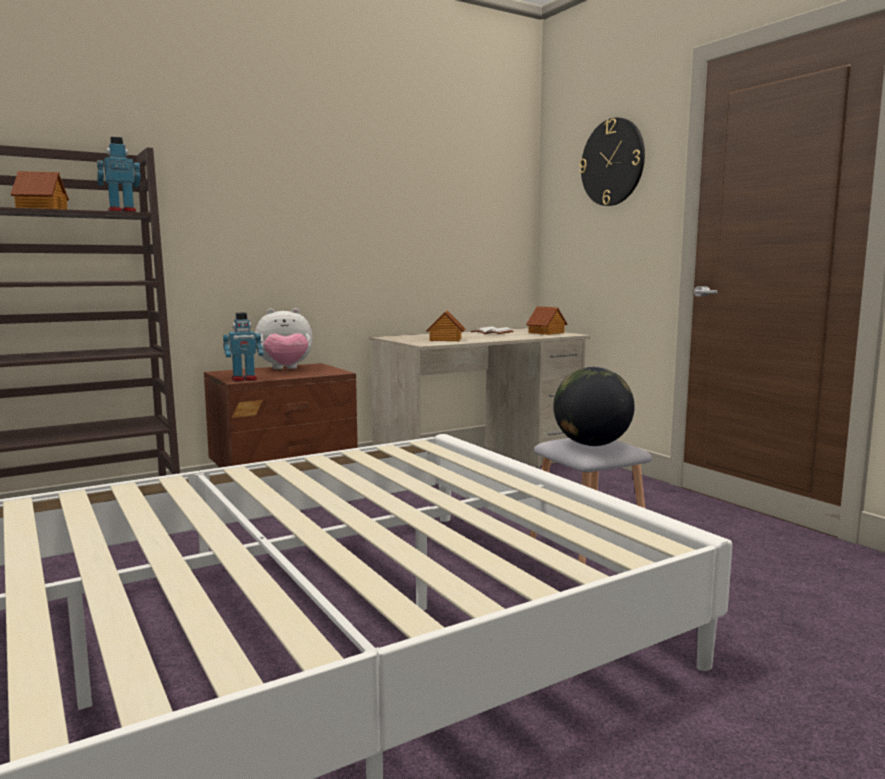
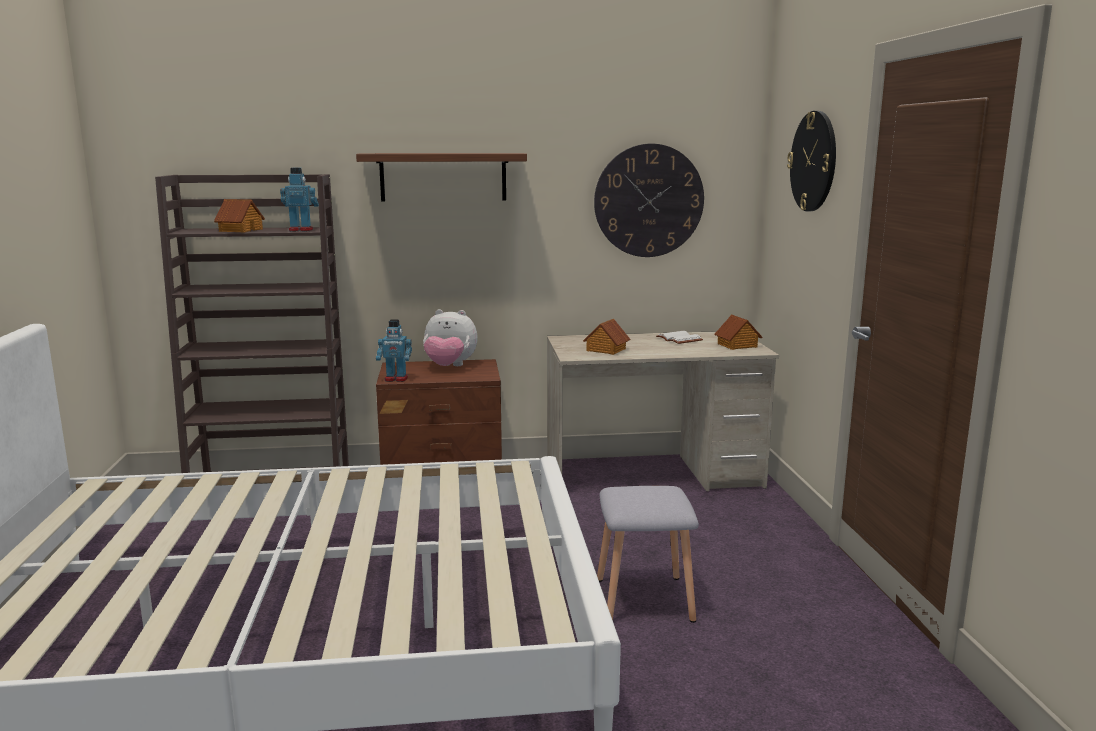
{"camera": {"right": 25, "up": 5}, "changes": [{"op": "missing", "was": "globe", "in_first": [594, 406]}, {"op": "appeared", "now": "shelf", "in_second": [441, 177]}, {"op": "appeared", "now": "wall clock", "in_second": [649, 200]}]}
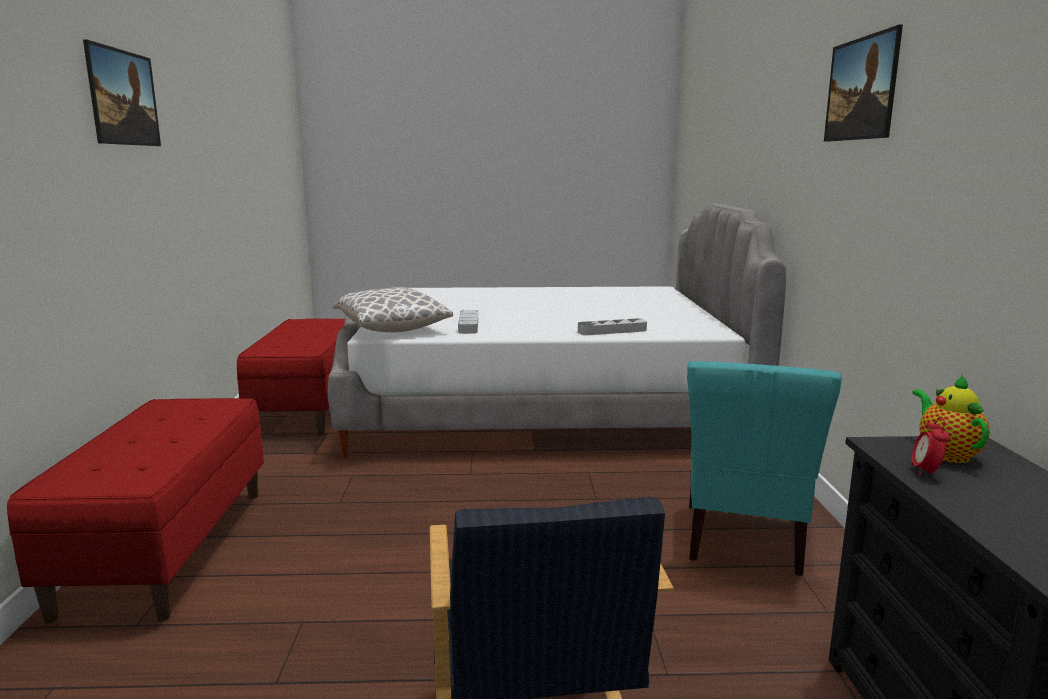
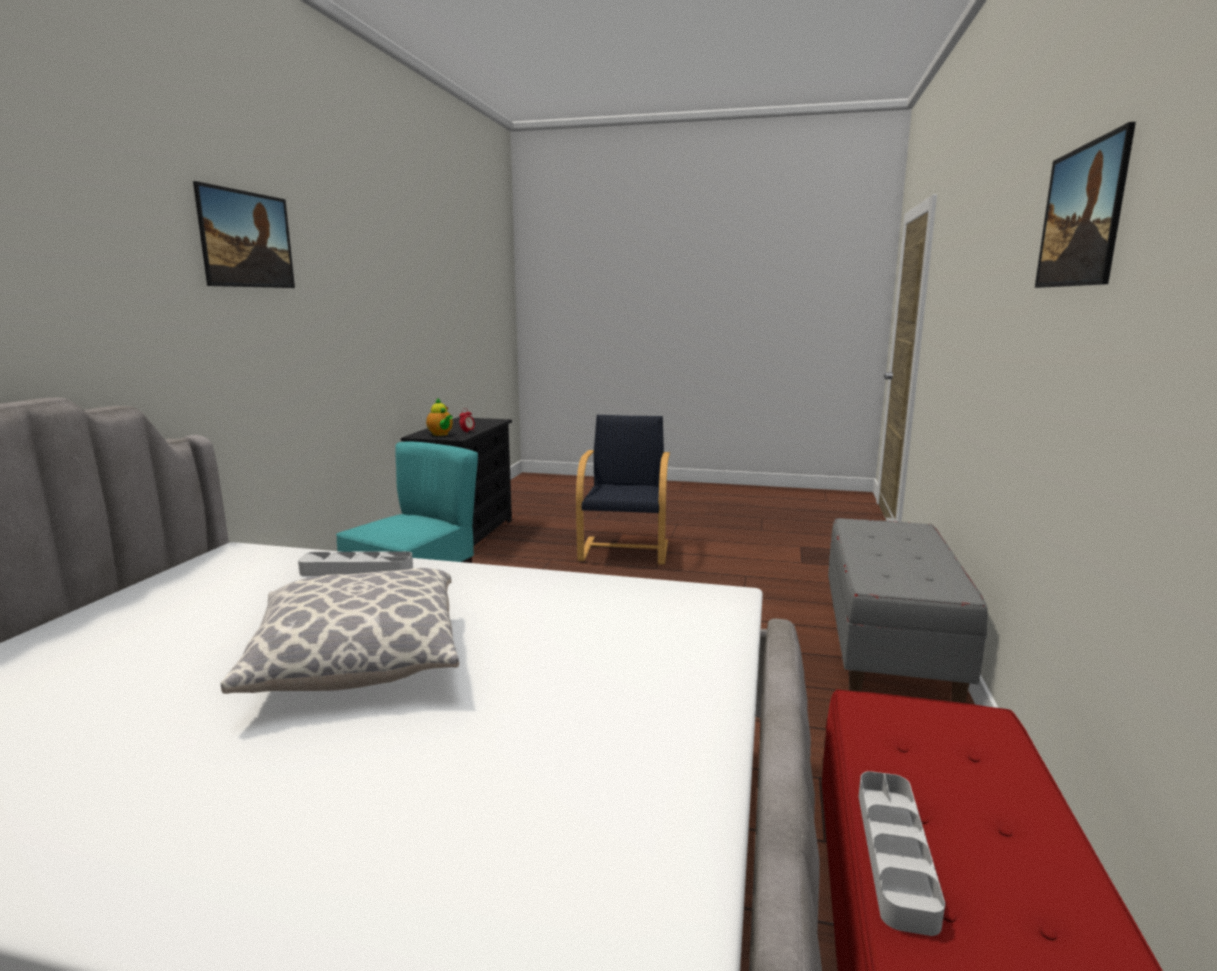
{"camera": {"right": -165, "up": 0}, "changes": [{"op": "colour", "was": "red bench", "now": "grey bench", "in_first": [135, 511], "in_second": [908, 610]}, {"op": "relocated", "was": "pillow", "in_first": [393, 309], "in_second": [340, 631]}, {"op": "relocated", "was": "grey tray", "in_first": [468, 322], "in_second": [902, 853]}, {"op": "spun", "was": "teapot", "in_first": [951, 418], "in_second": [439, 417], "clockwise": -45}]}
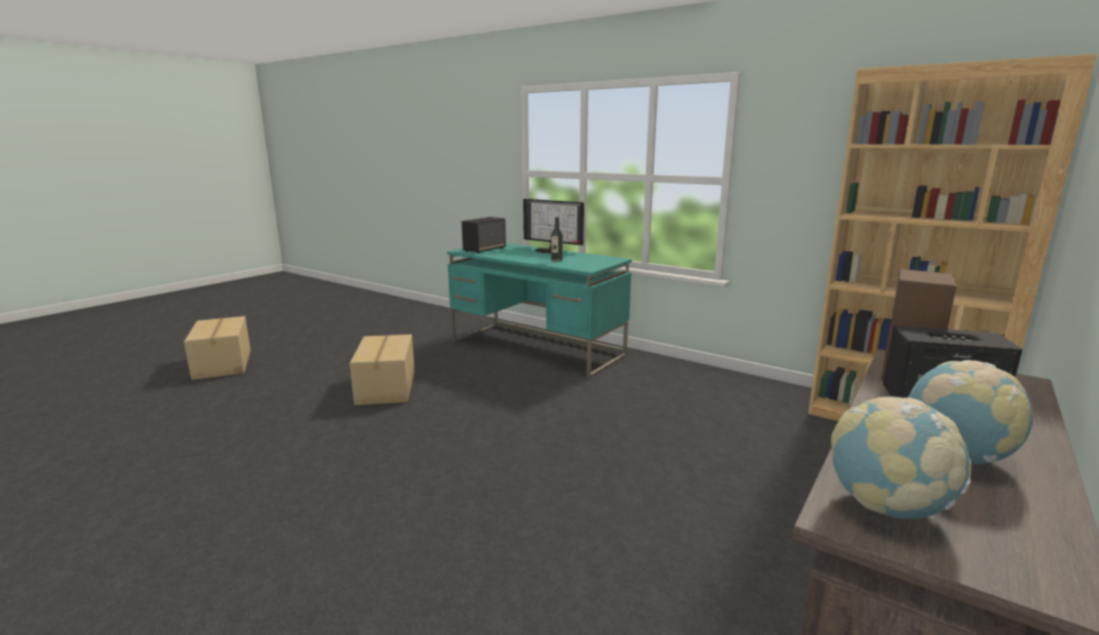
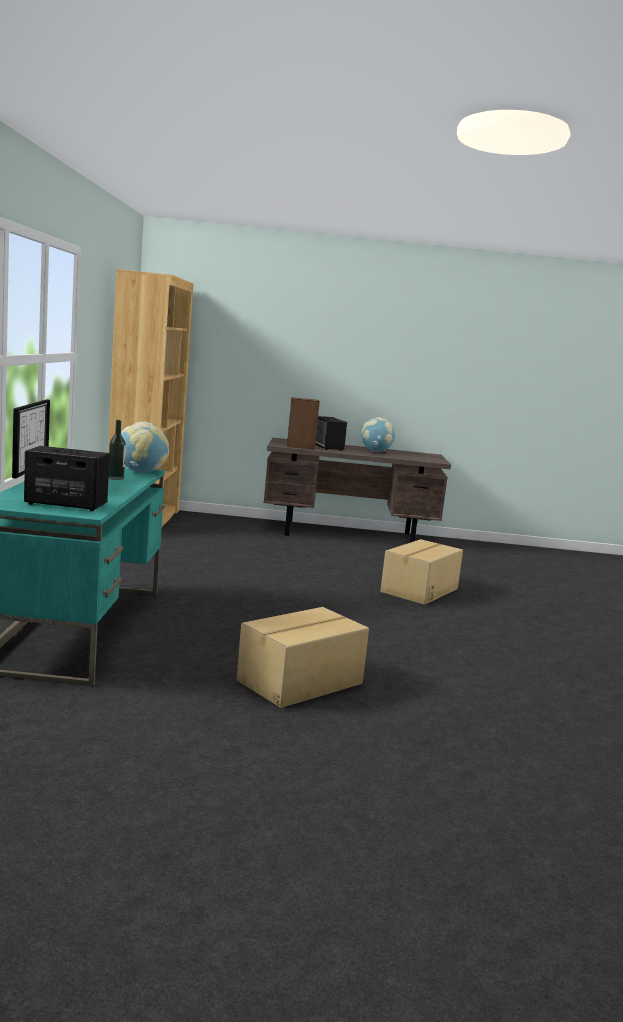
{"camera": {"right": -125, "up": -5}, "changes": [{"op": "relocated", "was": "cardboard box", "in_first": [217, 348], "in_second": [421, 572]}, {"op": "relocated", "was": "globe", "in_first": [901, 457], "in_second": [145, 447]}]}
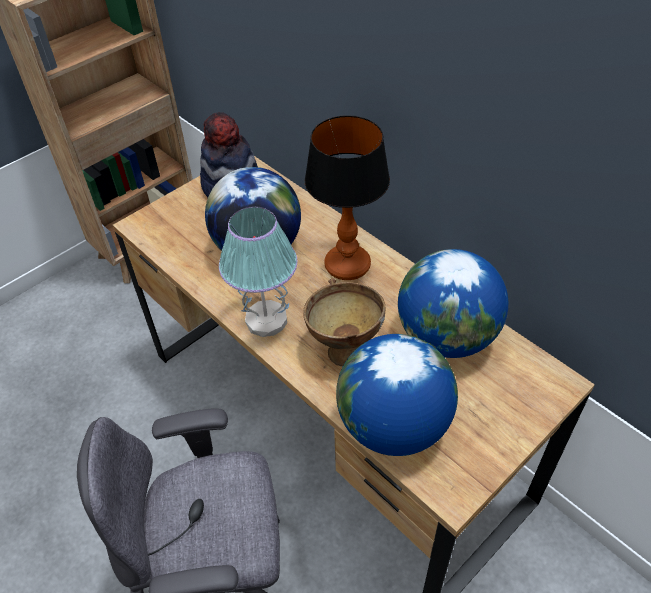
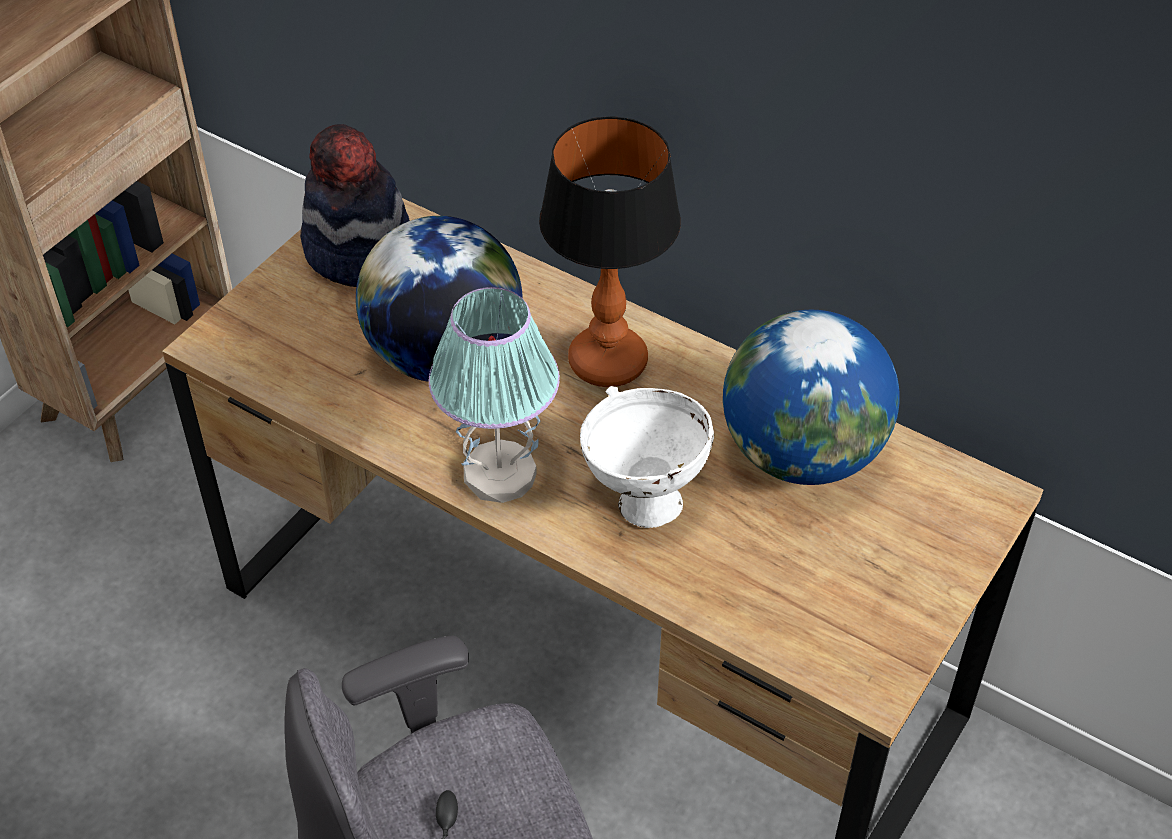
{"camera": {"right": -15, "up": 0}, "changes": [{"op": "colour", "was": "brown bowl", "now": "white bowl", "in_first": [344, 322], "in_second": [647, 457]}, {"op": "missing", "was": "globe", "in_first": [397, 395]}]}
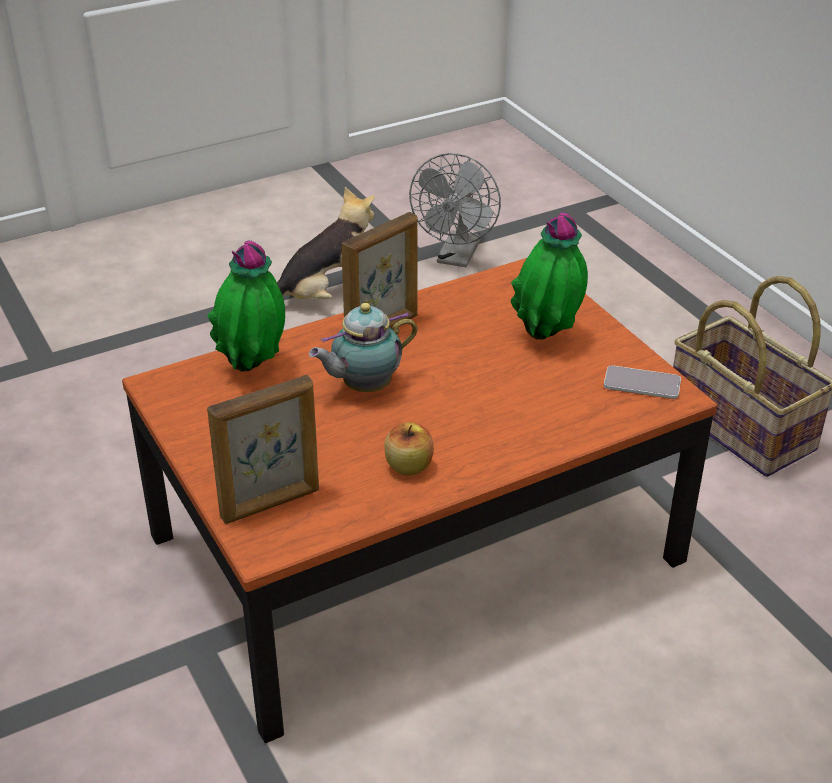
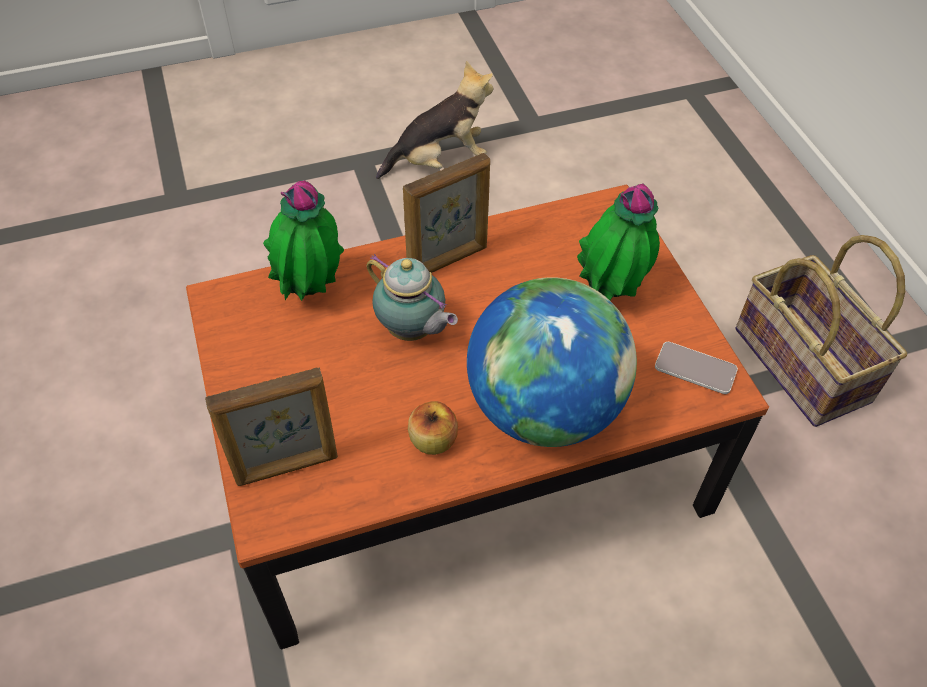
{"camera": {"right": 10, "up": 15}, "changes": [{"op": "spun", "was": "teapot", "in_first": [363, 347], "in_second": [412, 297], "clockwise": -120}, {"op": "missing", "was": "grey fan", "in_first": [455, 210]}, {"op": "appeared", "now": "globe", "in_second": [552, 362]}]}
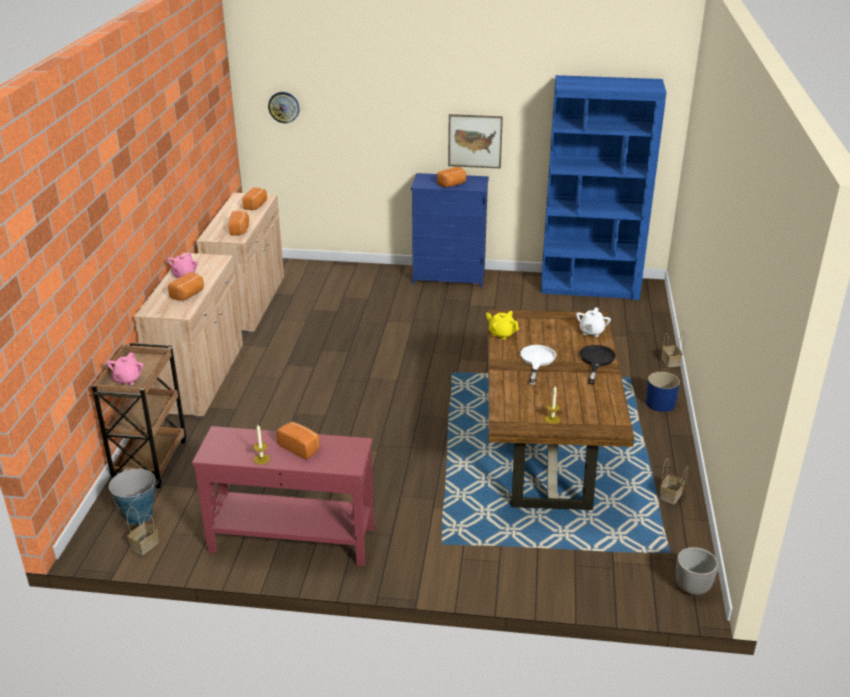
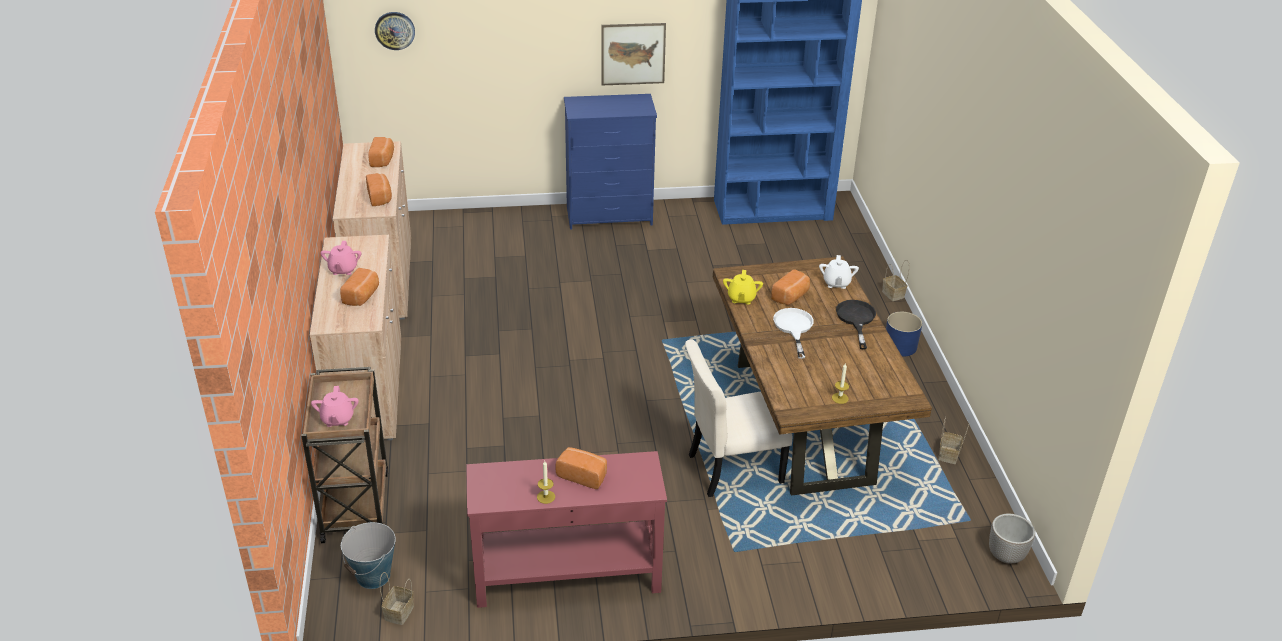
{"camera": {"right": -15, "up": 5}, "changes": [{"op": "relocated", "was": "bread", "in_first": [451, 177], "in_second": [790, 287]}, {"op": "spun", "was": "yellow teapot", "in_first": [502, 325], "in_second": [743, 287], "clockwise": -105}, {"op": "appeared", "now": "beige chair", "in_second": [738, 418]}]}
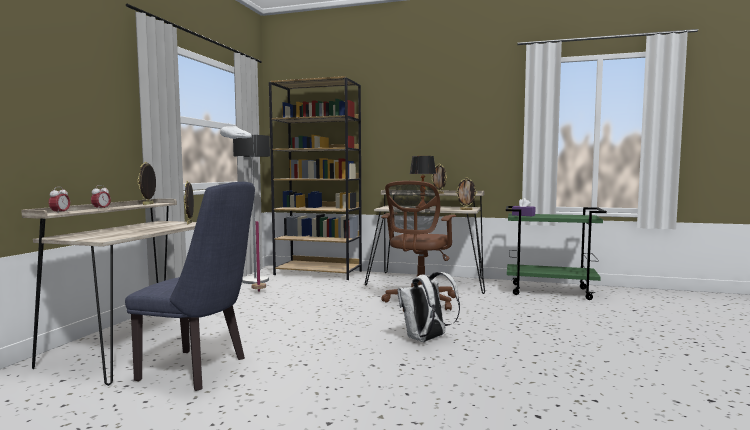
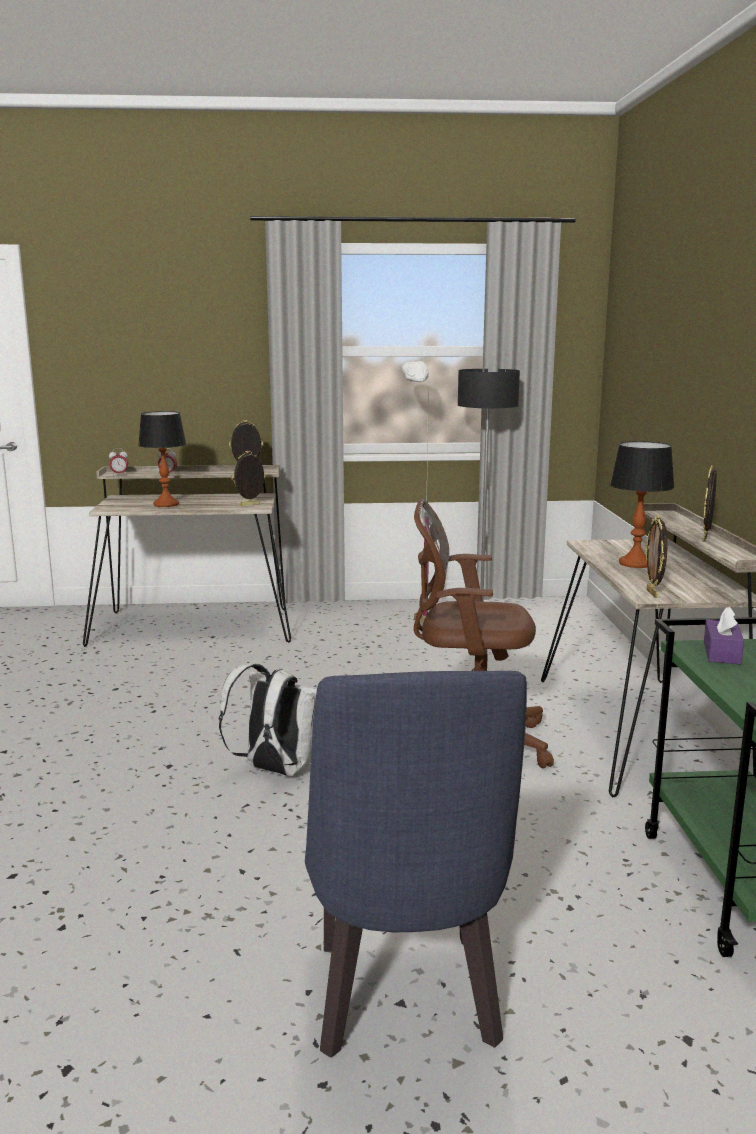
{"camera": {"right": 70, "up": 10}, "changes": [{"op": "relocated", "was": "blue chair", "in_first": [190, 286], "in_second": [416, 864]}, {"op": "missing", "was": "brown bookcase", "in_first": [315, 178]}, {"op": "appeared", "now": "table lamp", "in_second": [162, 459]}]}
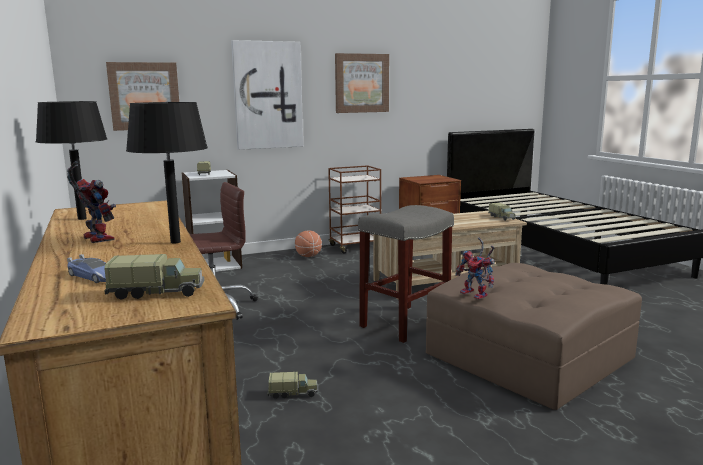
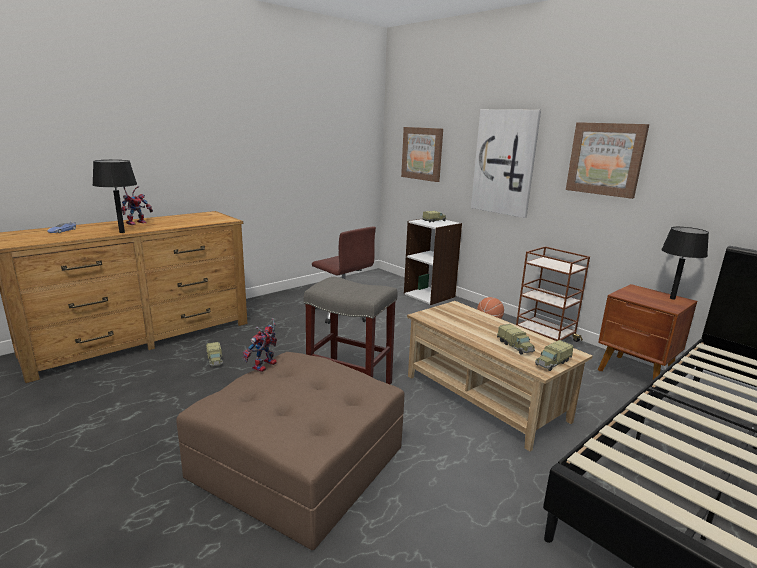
{"camera": {"right": 70, "up": 5}, "changes": [{"op": "relocated", "was": "black table lamp", "in_first": [71, 160], "in_second": [685, 263]}, {"op": "relocated", "was": "toy truck", "in_first": [154, 277], "in_second": [516, 339]}]}
